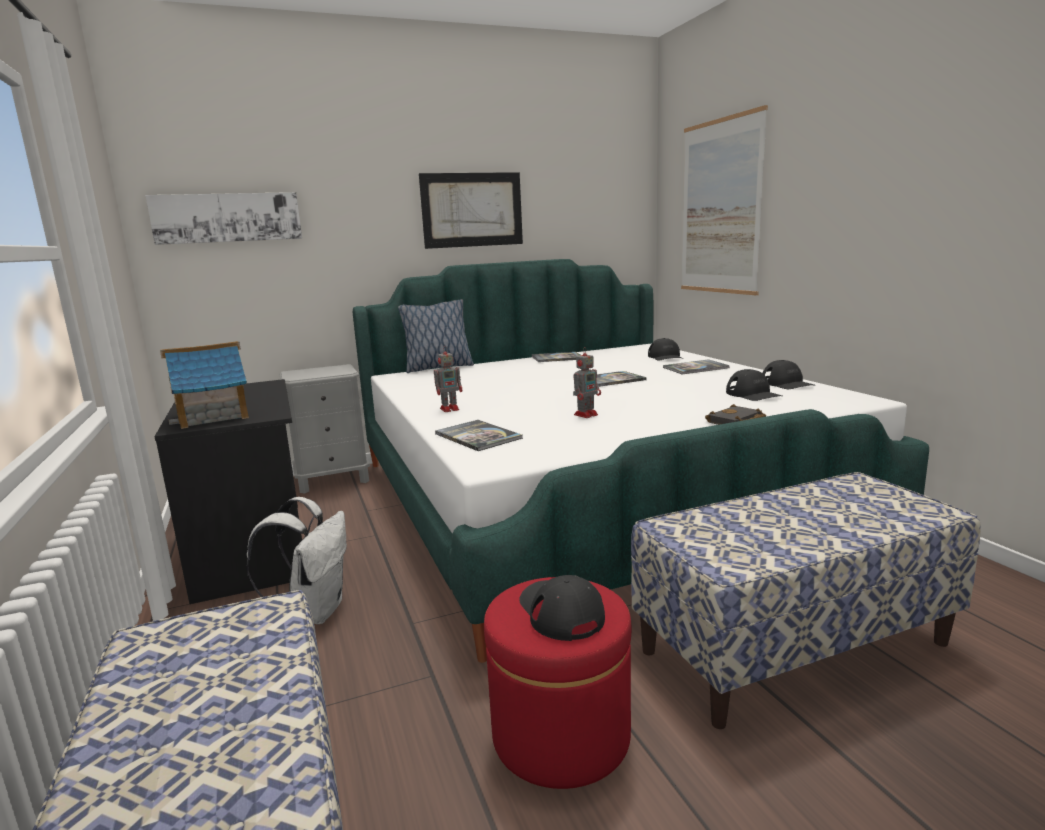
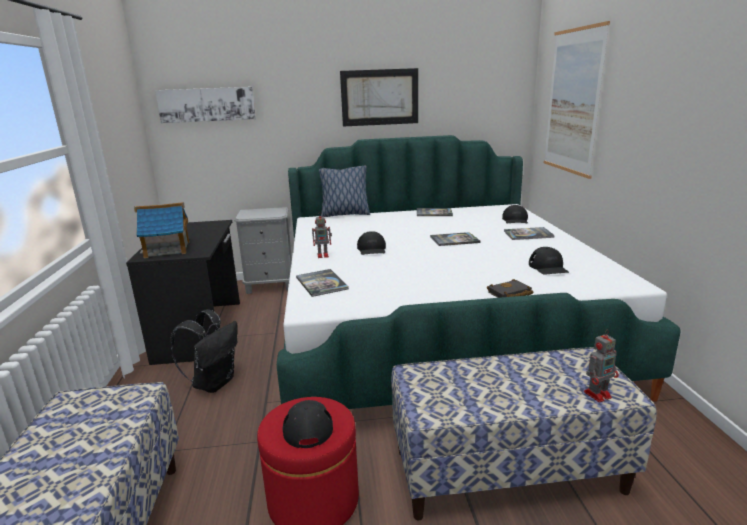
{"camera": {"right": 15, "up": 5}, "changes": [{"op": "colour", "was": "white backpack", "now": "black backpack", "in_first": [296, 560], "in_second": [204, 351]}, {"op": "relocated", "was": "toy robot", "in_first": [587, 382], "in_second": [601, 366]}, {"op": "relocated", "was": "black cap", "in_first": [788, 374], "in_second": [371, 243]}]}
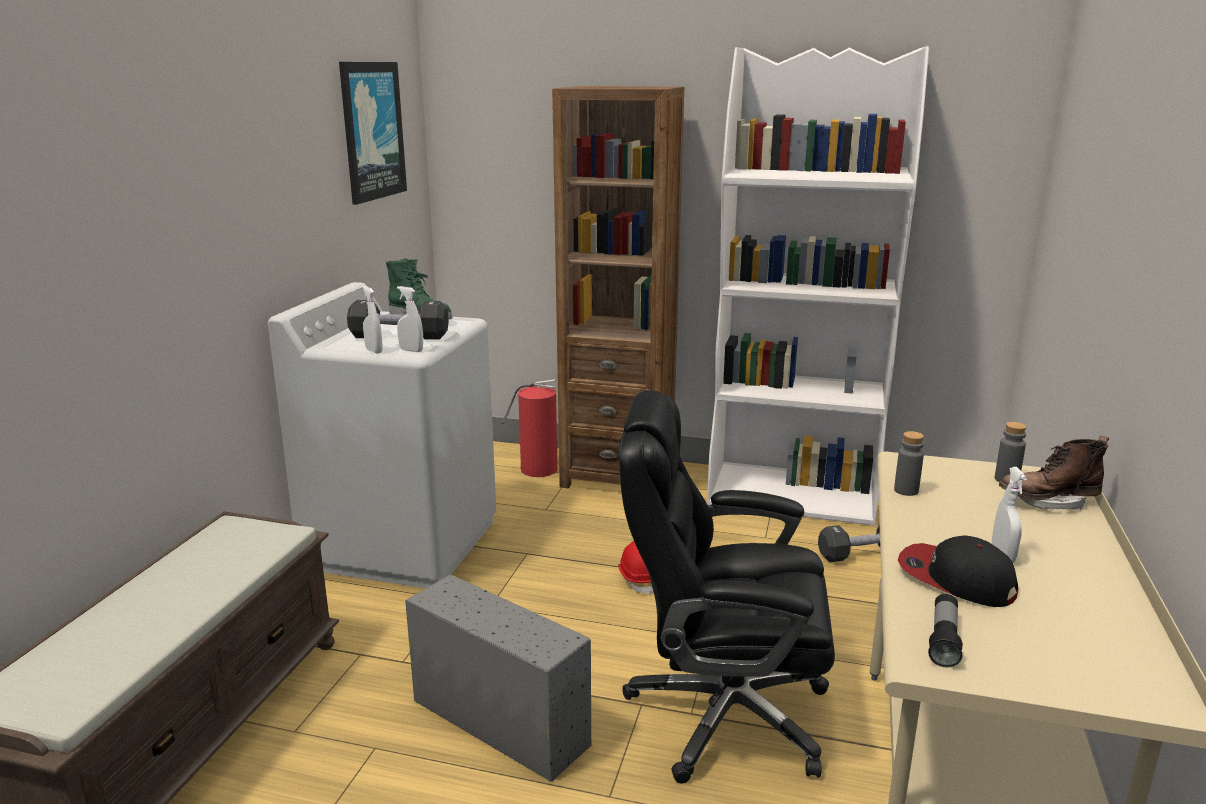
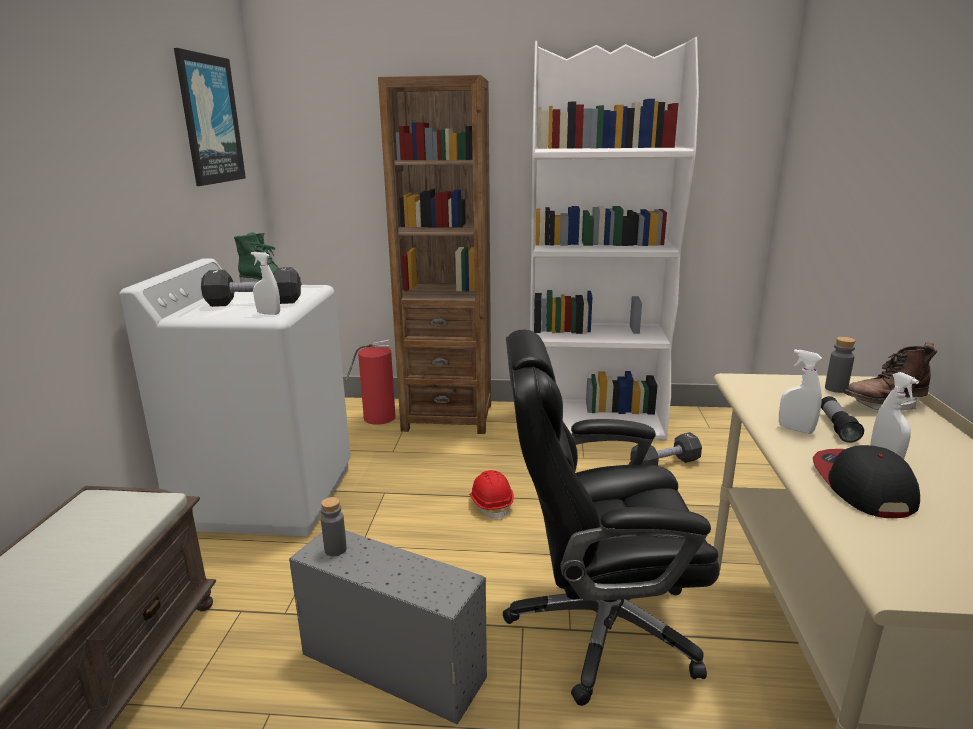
{"camera": {"right": -10, "up": 0}, "changes": [{"op": "relocated", "was": "white spray bottle", "in_first": [372, 320], "in_second": [800, 391]}, {"op": "relocated", "was": "grey bottle", "in_first": [909, 463], "in_second": [334, 526]}, {"op": "spun", "was": "cap", "in_first": [958, 571], "in_second": [866, 481], "clockwise": 60}, {"op": "relocated", "was": "flashlight", "in_first": [945, 631], "in_second": [842, 419]}]}
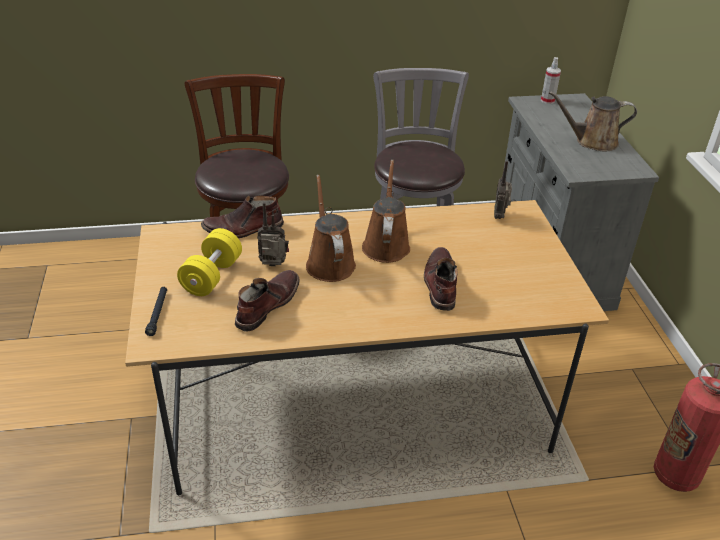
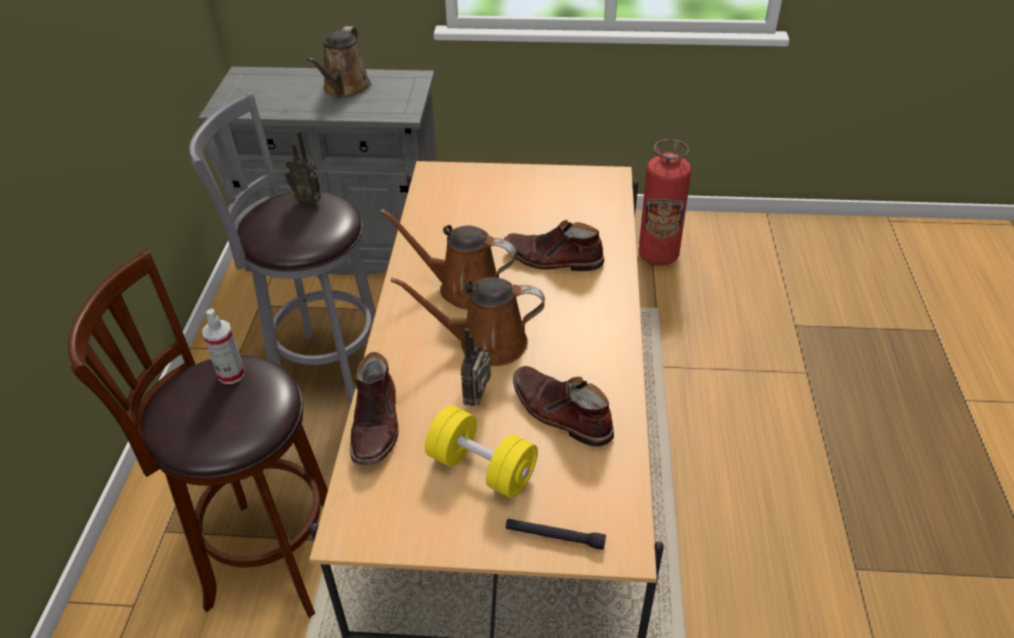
{"camera": {"right": -75, "up": 5}, "changes": [{"op": "relocated", "was": "radio", "in_first": [503, 190], "in_second": [303, 168]}, {"op": "relocated", "was": "spray bottle", "in_first": [551, 80], "in_second": [223, 346]}]}
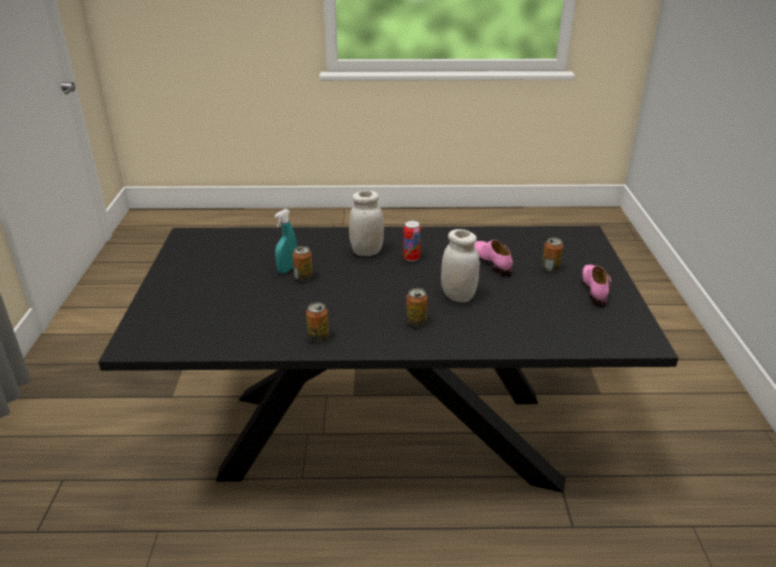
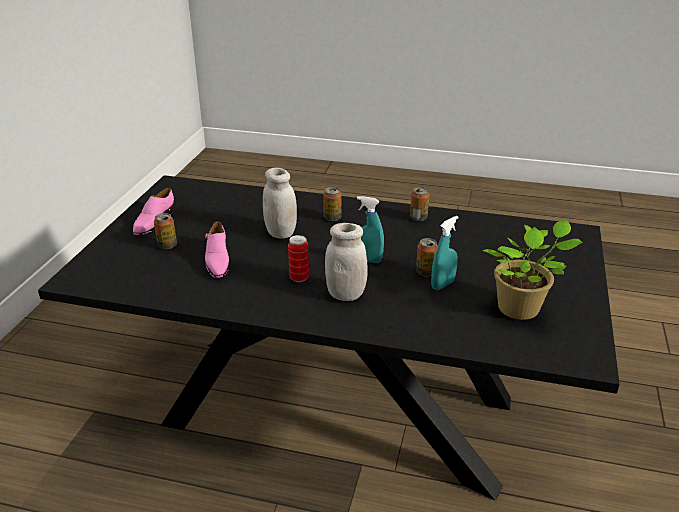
{"camera": {"right": -165, "up": 0}, "changes": [{"op": "appeared", "now": "turquoise spray bottle", "in_second": [370, 229]}, {"op": "appeared", "now": "potted plant", "in_second": [533, 270]}]}
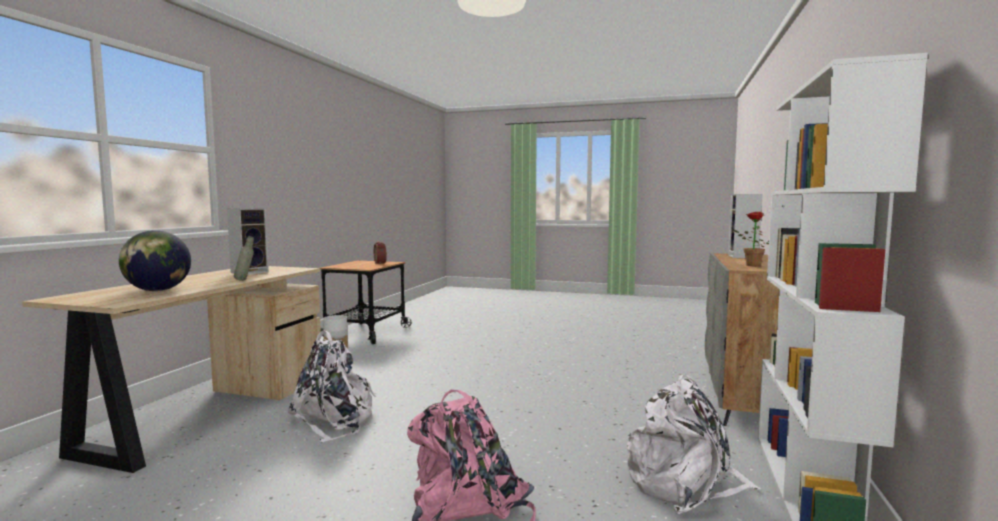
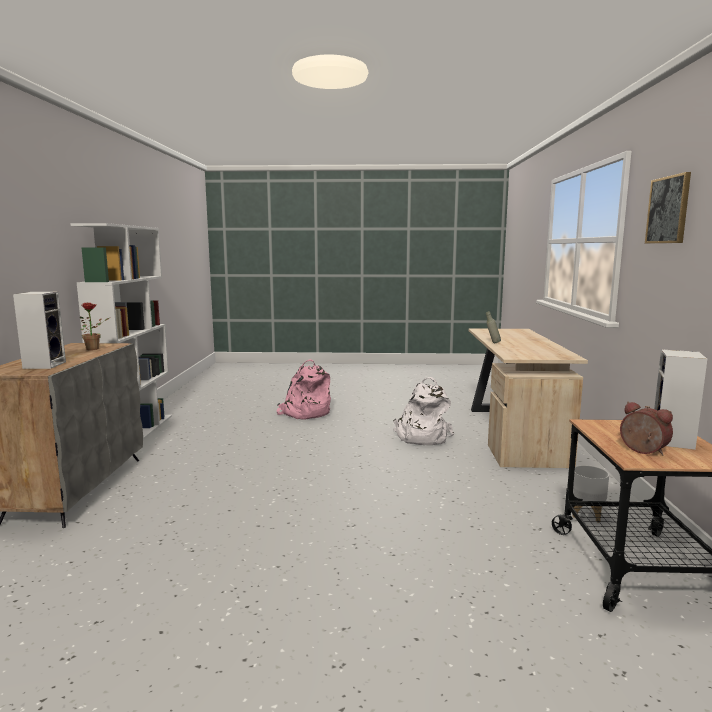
{"camera": {"right": 165, "up": 5}, "changes": [{"op": "missing", "was": "globe", "in_first": [155, 260]}, {"op": "relocated", "was": "speaker", "in_first": [248, 241], "in_second": [680, 399]}, {"op": "missing", "was": "white backpack", "in_first": [694, 444]}, {"op": "appeared", "now": "picture", "in_second": [668, 207]}]}
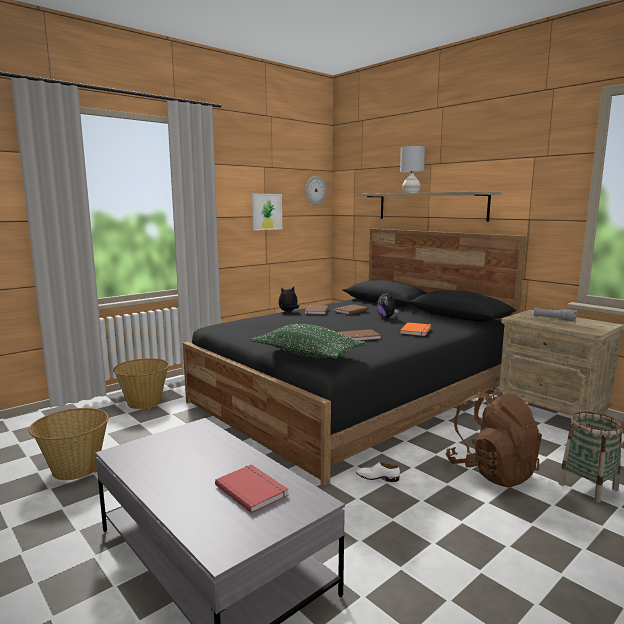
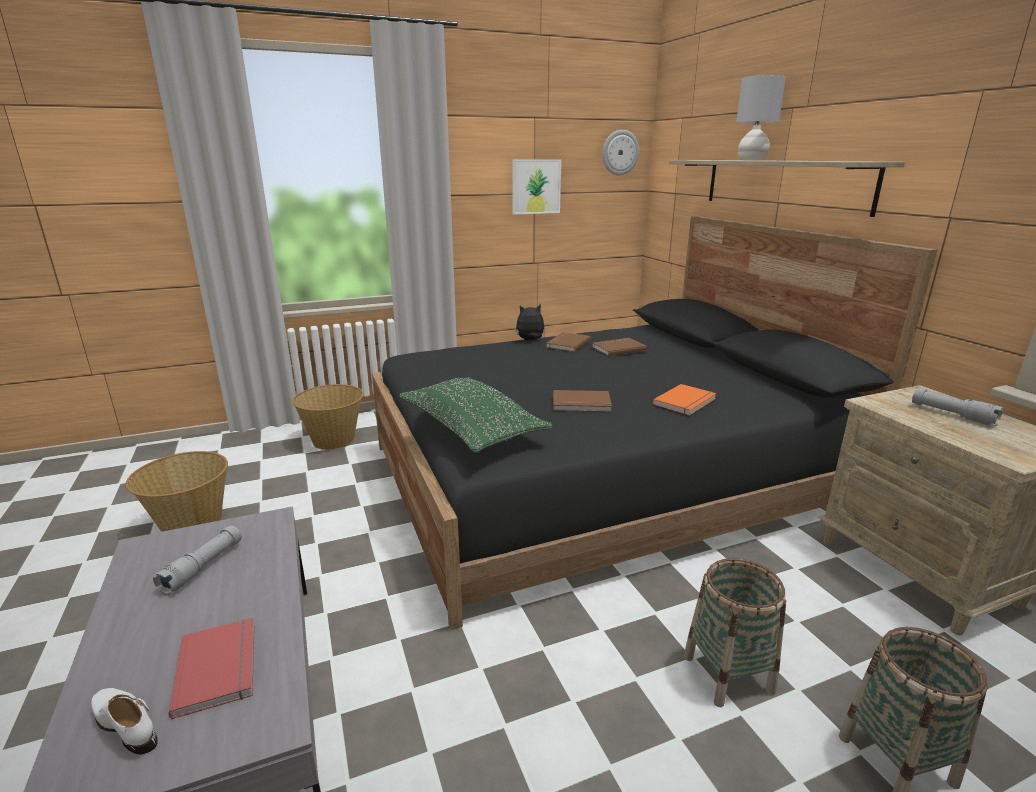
{"camera": {"right": 20, "up": 10}, "changes": [{"op": "relocated", "was": "white shoe", "in_first": [378, 472], "in_second": [124, 721]}, {"op": "missing", "was": "plush toy", "in_first": [388, 304]}, {"op": "exchanged", "was": "brown backpack", "now": "basket", "in_first": [494, 437], "in_second": [735, 632]}, {"op": "appeared", "now": "grey flashlight", "in_second": [197, 560]}]}
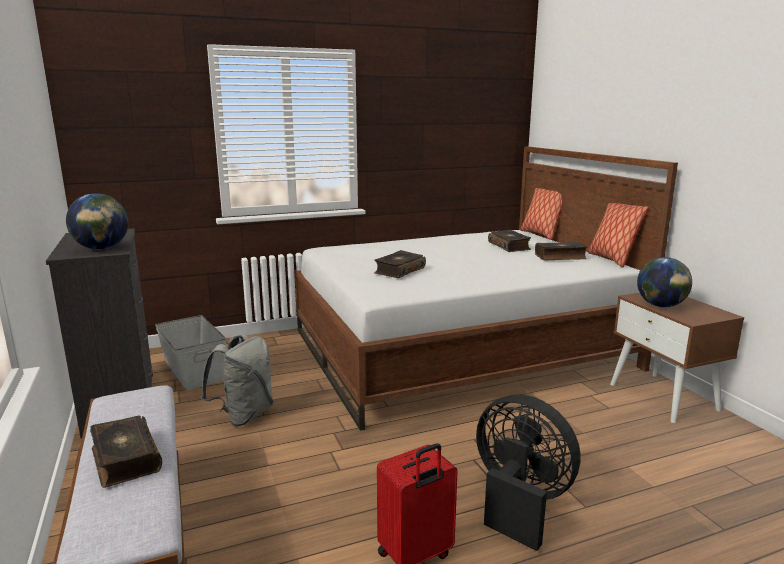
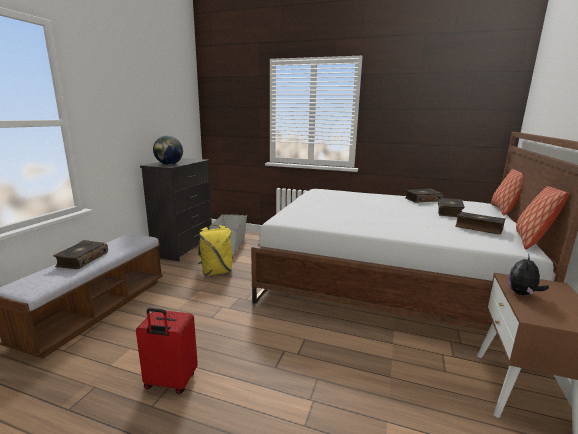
{"camera": {"right": 40, "up": 0}, "changes": [{"op": "colour", "was": "grey backpack", "now": "yellow backpack", "in_first": [237, 380], "in_second": [215, 250]}, {"op": "relocated", "was": "book", "in_first": [400, 264], "in_second": [424, 195]}, {"op": "missing", "was": "black fan", "in_first": [528, 472]}, {"op": "exchanged", "was": "globe", "now": "plush toy", "in_first": [664, 282], "in_second": [528, 276]}]}
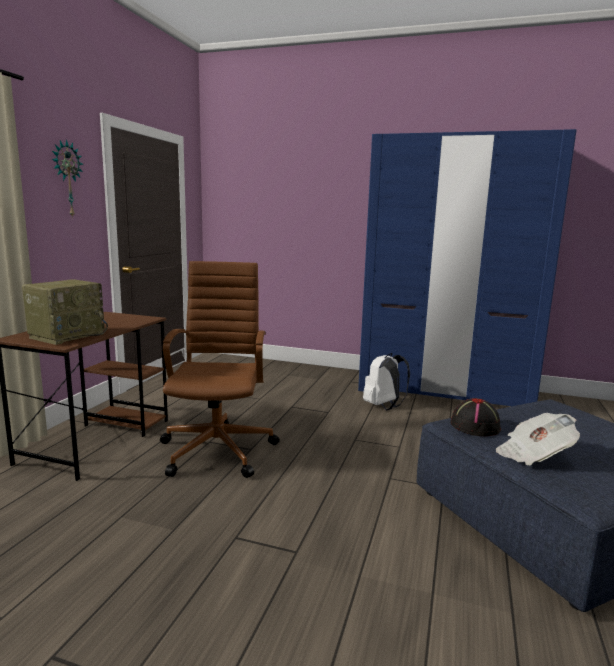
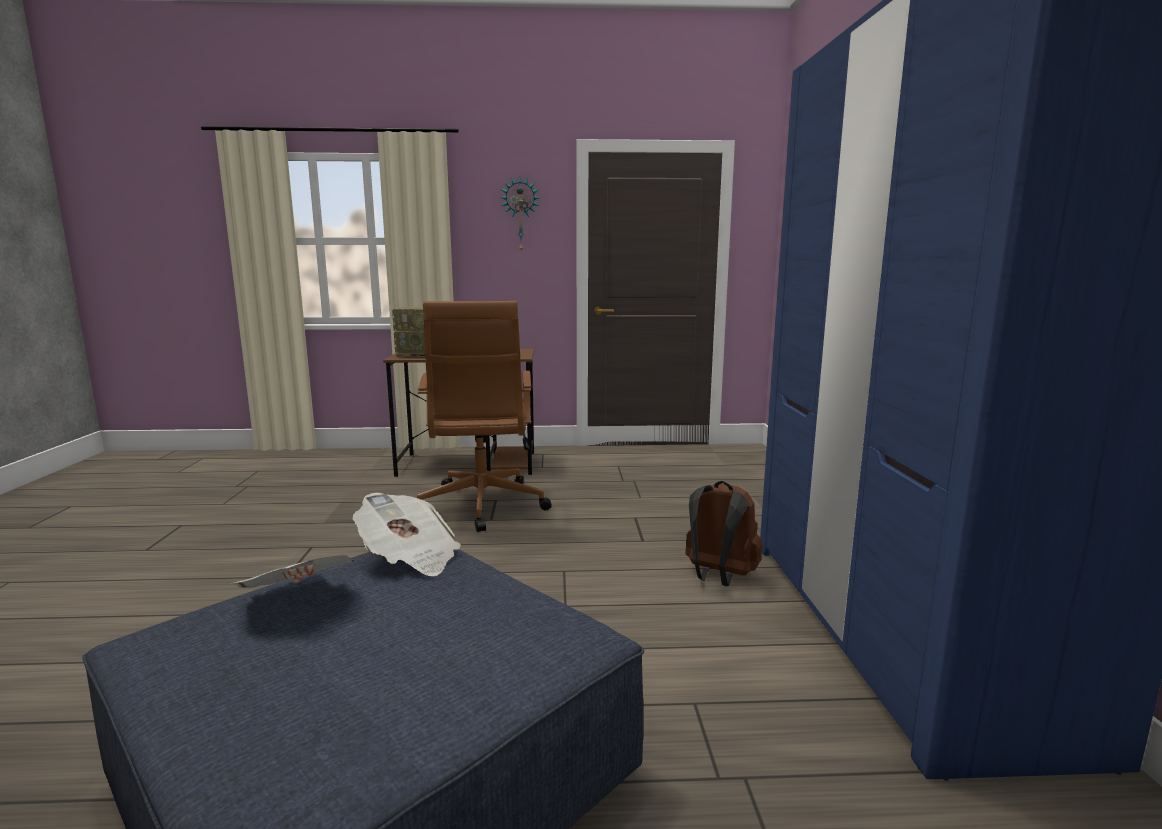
{"camera": {"right": 70, "up": 0}, "changes": [{"op": "spun", "was": "brown office chair", "in_first": [220, 369], "in_second": [484, 416], "clockwise": 105}, {"op": "colour", "was": "white backpack", "now": "brown backpack", "in_first": [386, 382], "in_second": [724, 533]}, {"op": "exchanged", "was": "black hat", "now": "newspaper", "in_first": [475, 417], "in_second": [407, 534]}]}
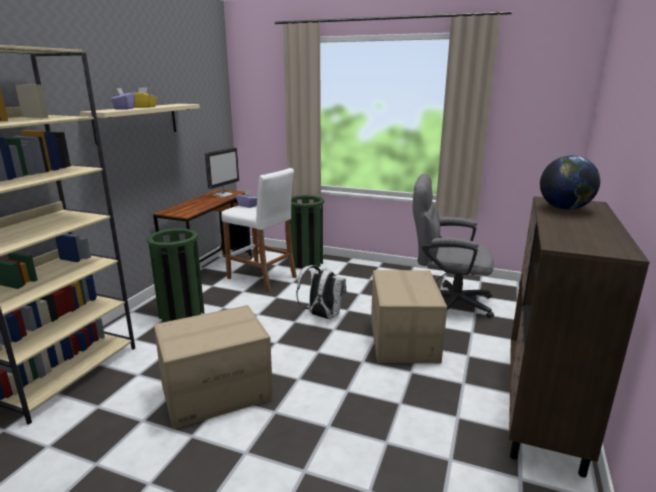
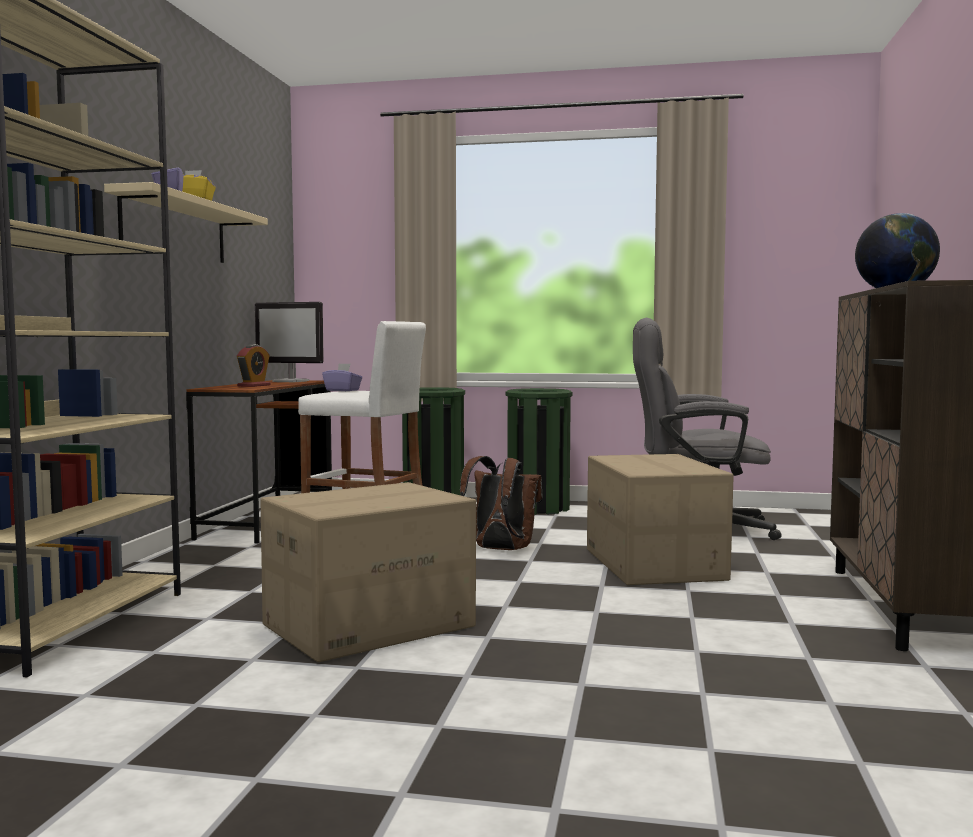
{"camera": {"right": -10, "up": -15}, "changes": [{"op": "relocated", "was": "green trash can", "in_first": [175, 275], "in_second": [539, 451]}, {"op": "spun", "was": "monitor", "in_first": [222, 172], "in_second": [289, 342], "clockwise": 90}, {"op": "colour", "was": "white backpack", "now": "brown backpack", "in_first": [321, 292], "in_second": [501, 503]}, {"op": "appeared", "now": "alarm clock", "in_second": [254, 365]}]}
